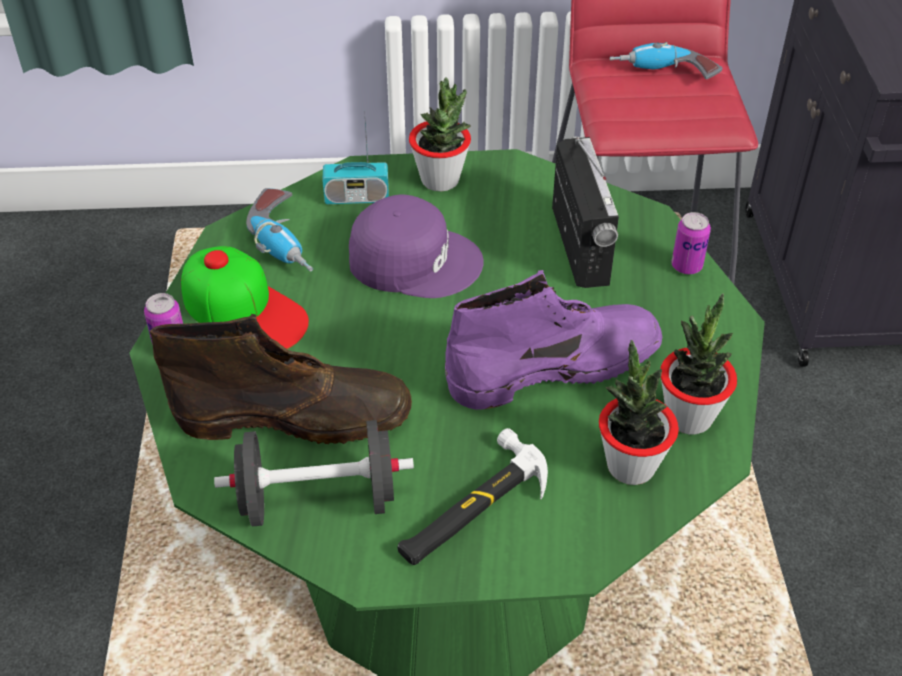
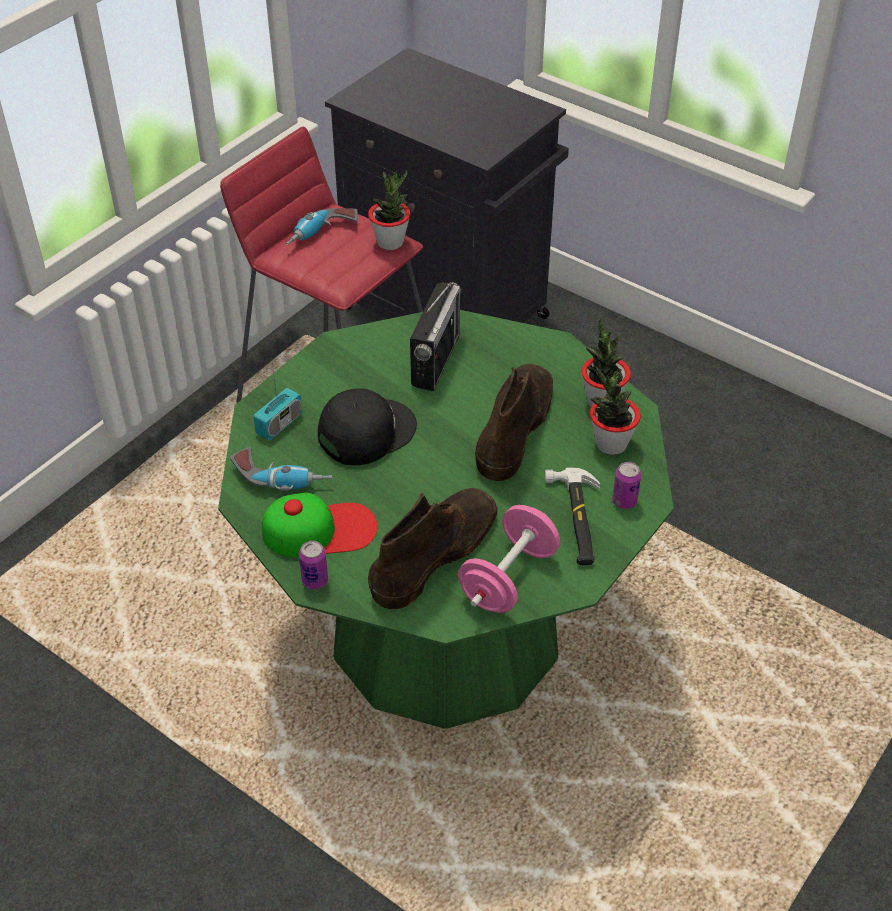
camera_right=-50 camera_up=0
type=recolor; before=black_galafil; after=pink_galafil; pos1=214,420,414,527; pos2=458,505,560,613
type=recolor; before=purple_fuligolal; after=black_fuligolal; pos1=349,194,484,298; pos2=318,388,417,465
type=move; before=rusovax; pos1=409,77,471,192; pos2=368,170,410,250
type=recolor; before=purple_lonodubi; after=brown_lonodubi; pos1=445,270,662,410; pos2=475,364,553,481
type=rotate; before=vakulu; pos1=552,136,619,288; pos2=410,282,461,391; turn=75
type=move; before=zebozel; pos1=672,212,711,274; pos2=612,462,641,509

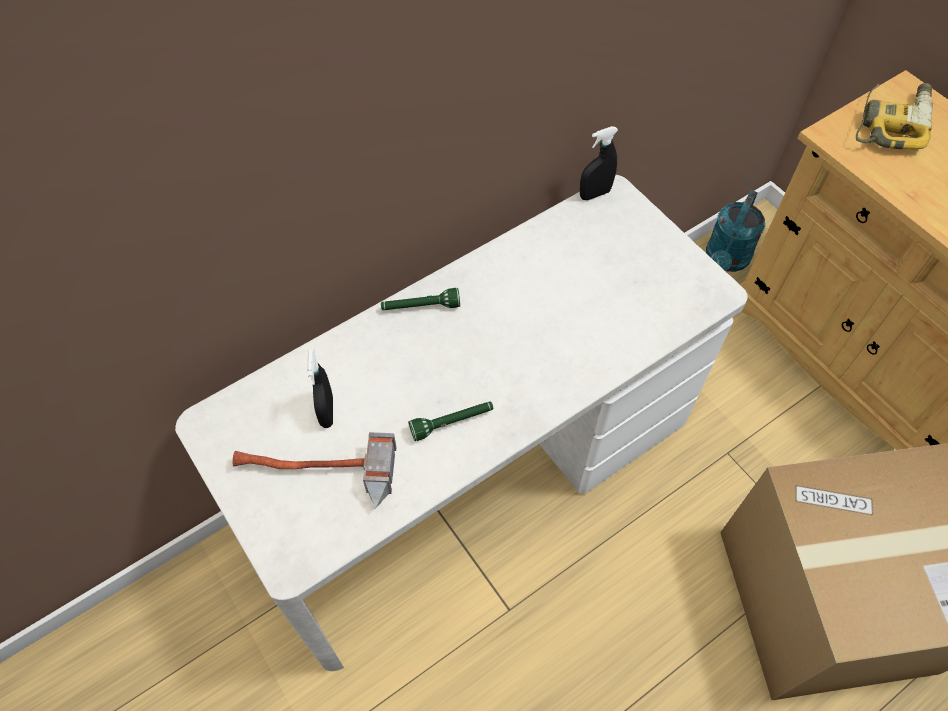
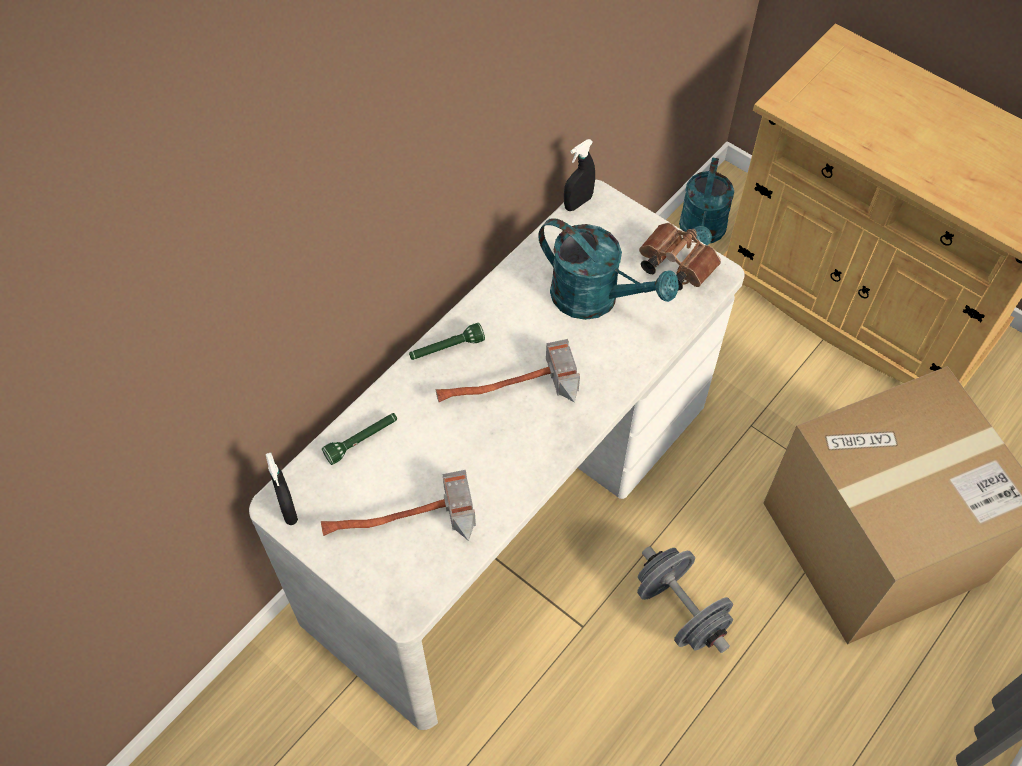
camera_right=-15 camera_up=0
type=move; before=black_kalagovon; pos1=307,349,333,428; pos2=266,453,298,525
type=move; before=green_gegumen; pos1=409,401,493,441; pos2=322,413,397,465
type=delete; before=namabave; pos1=856,83,933,150
type=insert; after=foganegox; pos2=436,339,580,403
type=insert; after=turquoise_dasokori; pos2=538,218,679,320
type=insert; after=grey_galafil; pos2=637,546,733,653
type=insert; after=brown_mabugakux; pos2=639,223,721,290

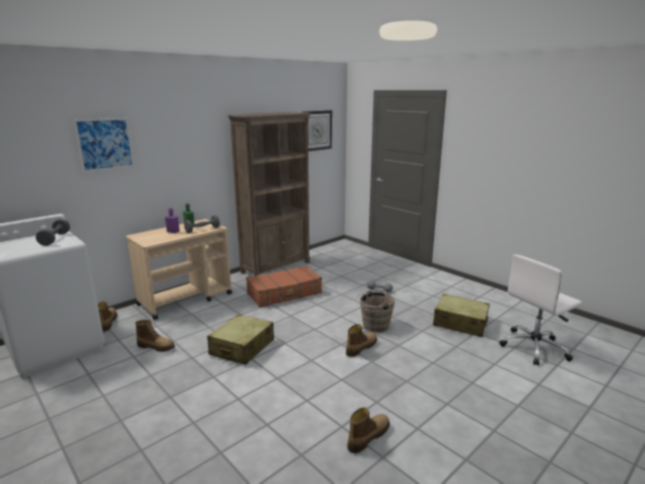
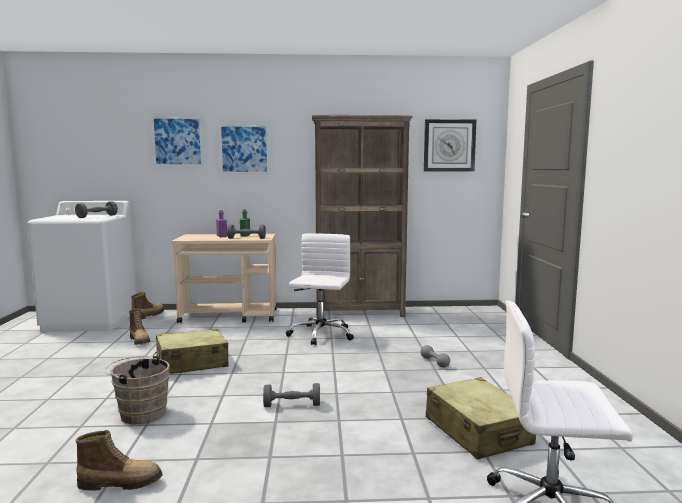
camera_right=40 camera_up=-10
type=replace; before=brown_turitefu; after=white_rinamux; pos1=246,265,322,307; pos2=286,233,354,345
type=replace; before=lonodubi; after=grey_galafil; pos1=346,324,377,357; pos2=263,383,320,407
type=move; before=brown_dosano; pos1=356,291,395,332; pos2=104,356,170,425
type=insert; after=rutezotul; pos2=220,125,269,173

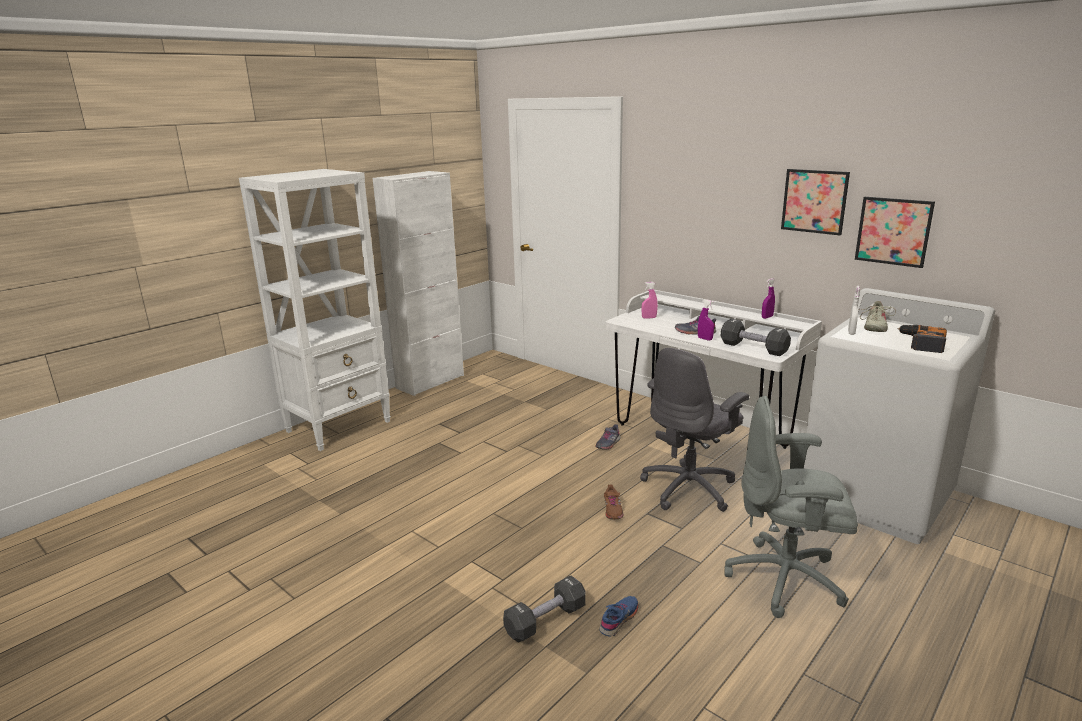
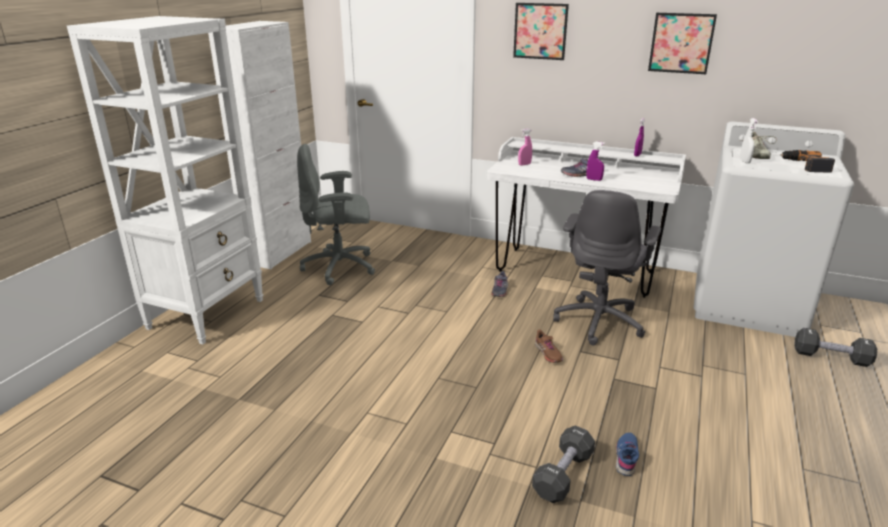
camera_right=-20 camera_up=5
type=move; before=black_galafil; pos1=721,319,791,356; pos2=794,328,877,367
type=move; before=grey_rinamux; pos1=724,396,858,618; pos2=297,144,375,285
type=move; before=rutezotul; pos1=855,197,935,268; pos2=513,3,569,60

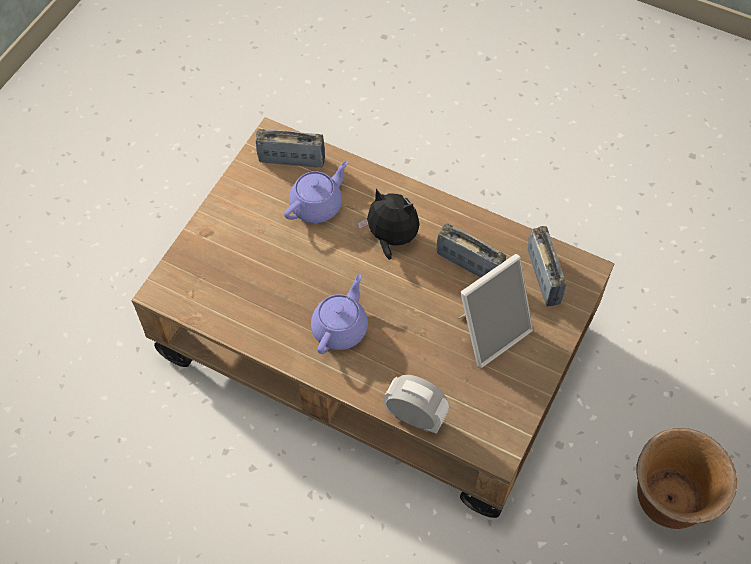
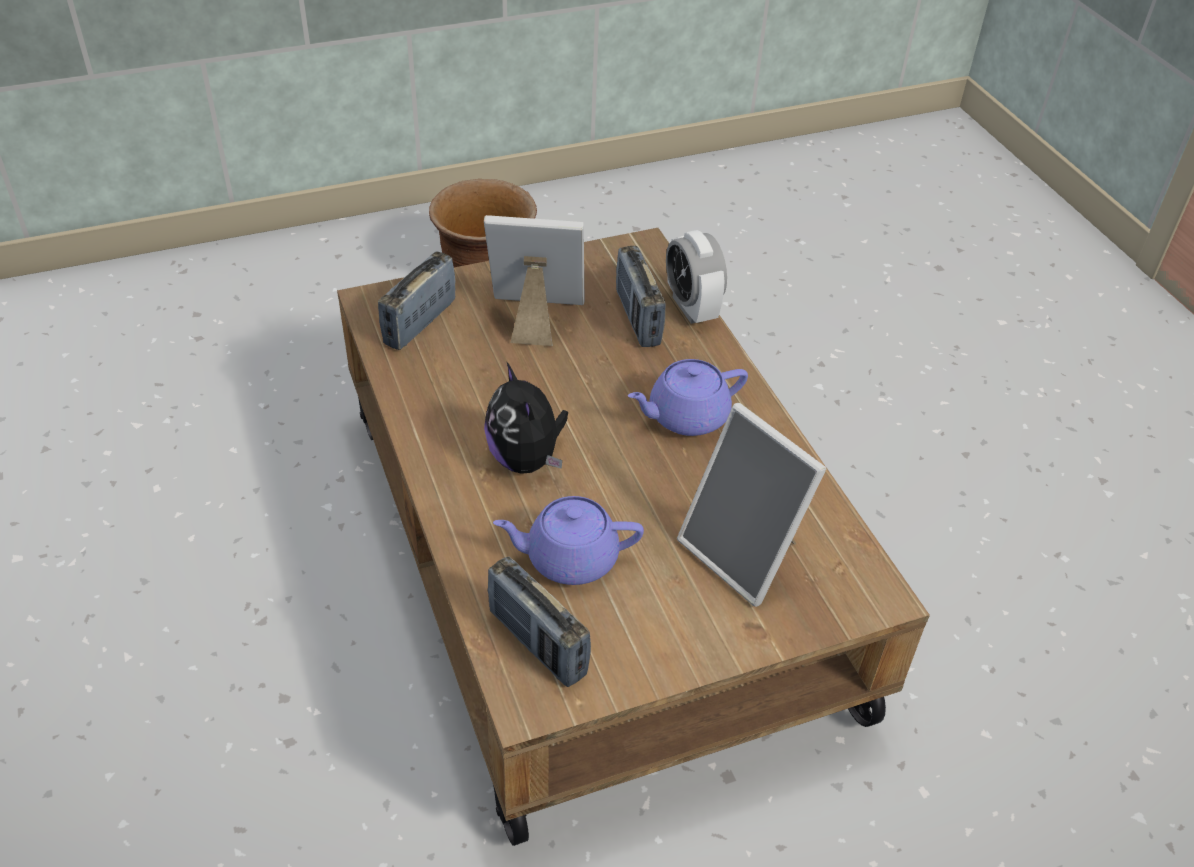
camera_right=-140 camera_up=-15
type=move; before=vakulu; pos1=437,223,506,278; pos2=616,246,666,347
type=insert; after=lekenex; pos2=677,403,826,607

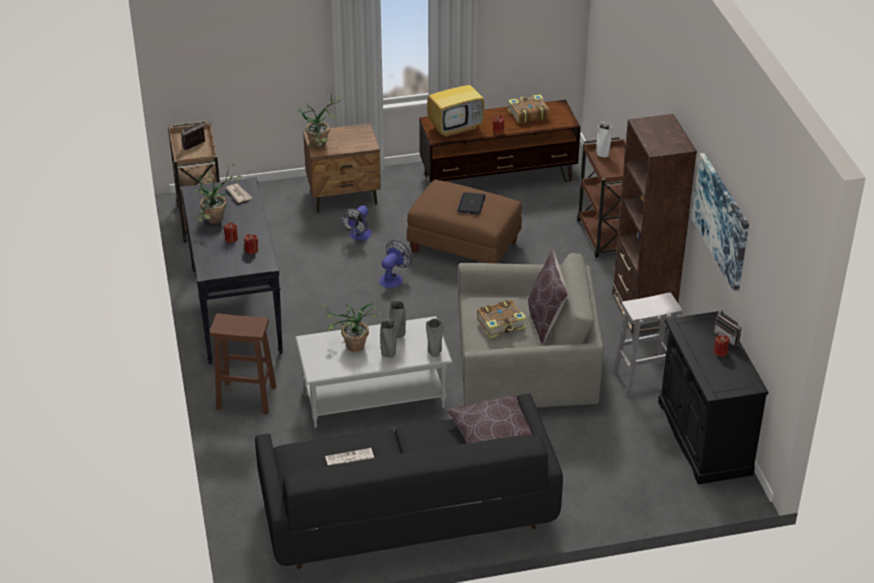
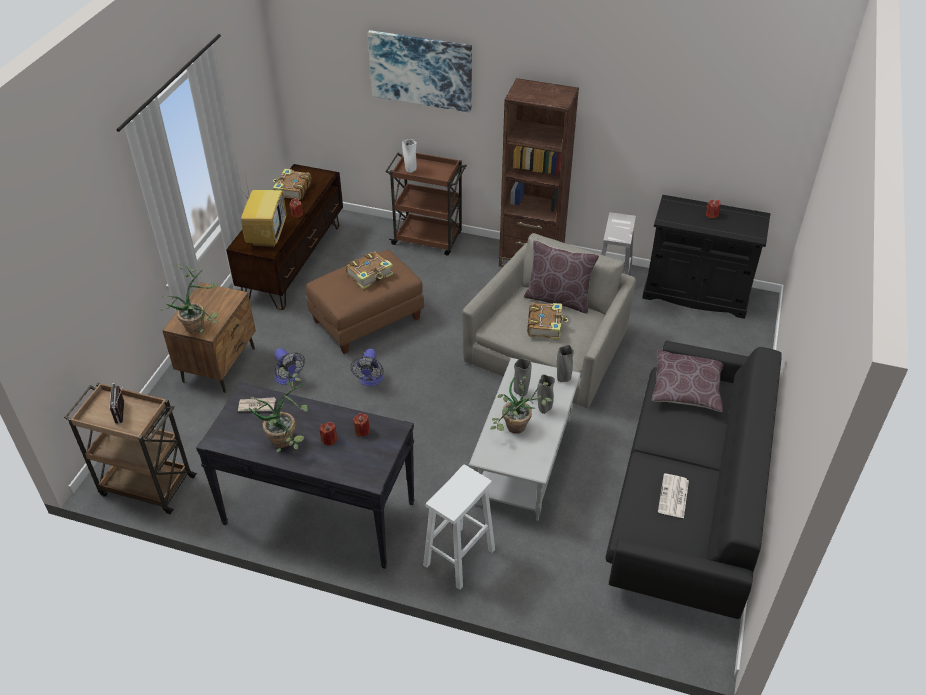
camera_right=-60 camera_up=5
type=recolor; before=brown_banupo; after=white_banupo; pos1=209,313,276,414; pos2=423,465,495,590
type=rotate; before=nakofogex; pos1=379,240,412,288; pos2=351,349,384,386; turn=-150
type=replace; before=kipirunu; after=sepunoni; pos1=457,192,486,215; pos2=346,251,393,289
type=move; before=rutezotul; pos1=692,153,749,292; pos2=368,30,472,113
type=delete; before=vakulu; pos1=714,306,741,346

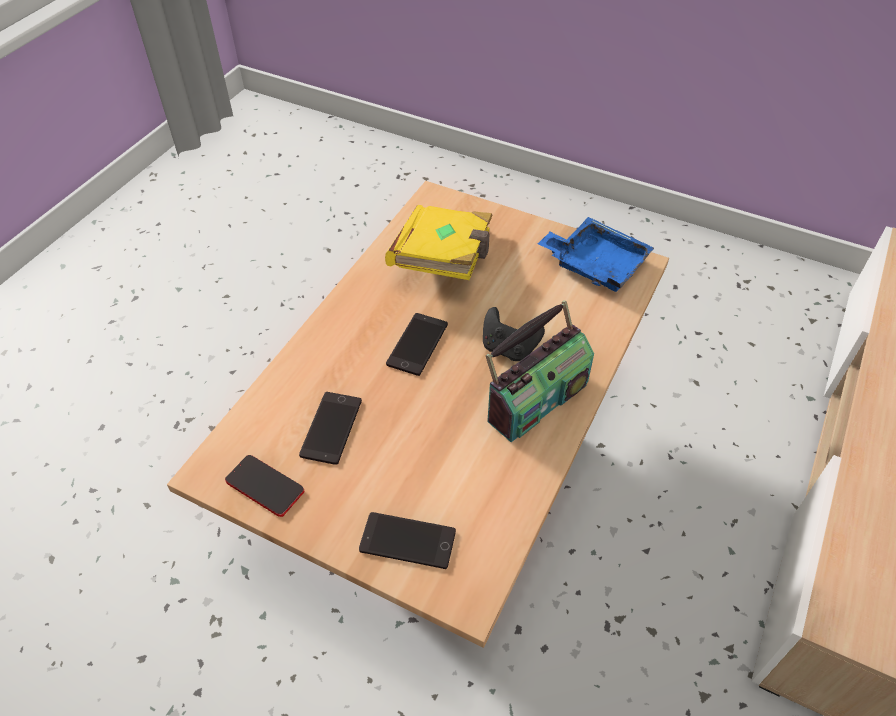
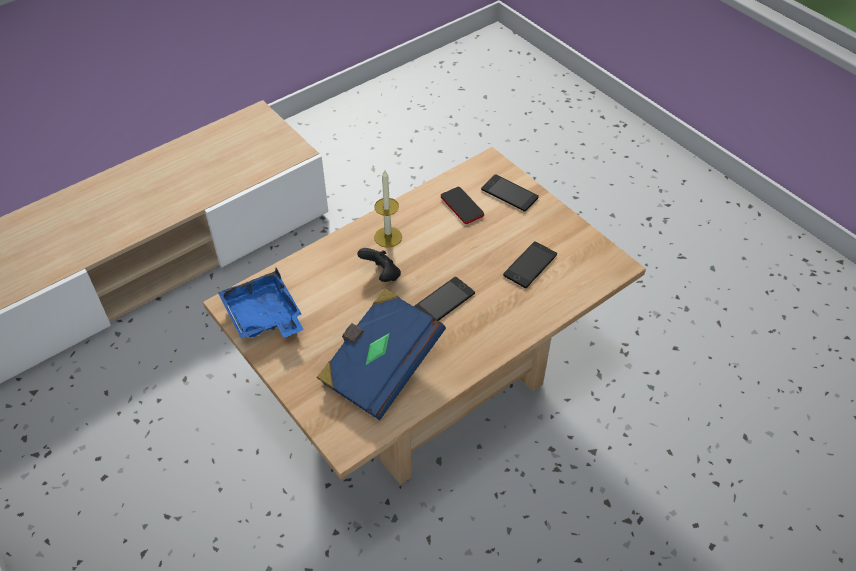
camera_right=-155 camera_up=0
type=move; before=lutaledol; pos1=225,455,305,517; pos2=441,187,484,224
type=recolor; before=yellow_sepunoni; after=blue_sepunoni; pos1=385,205,492,280; pos2=316,288,446,420
type=replace; before=vakulu; after=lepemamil; pos1=486,300,594,442; pos2=374,170,402,248

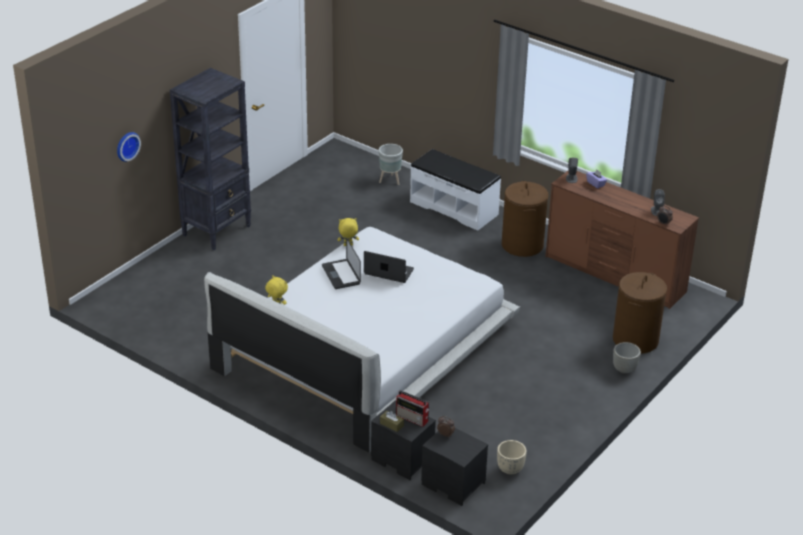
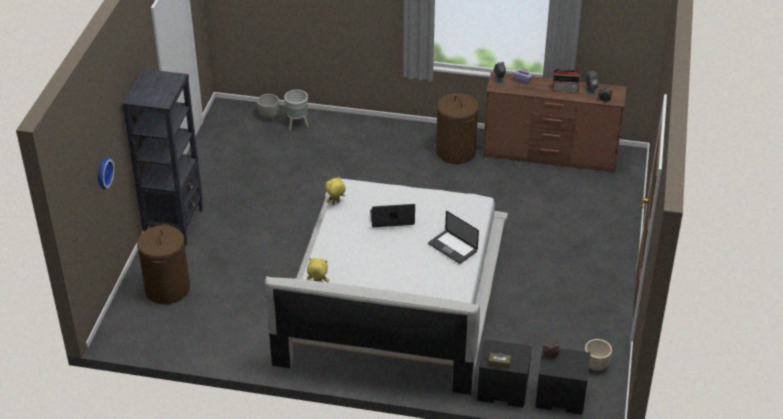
camera_right=-25 camera_up=5
type=move; before=kipirunu; pos1=322,238,361,289; pos2=428,211,479,264
type=move; before=vakulu; pos1=396,390,429,427; pos2=553,69,581,93
type=delete; before=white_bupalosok; pos1=410,149,501,231
type=move; before=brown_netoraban; pos1=613,272,667,354; pos2=137,224,190,304
type=move; before=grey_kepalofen; pos1=613,342,641,374; pos2=257,94,279,120

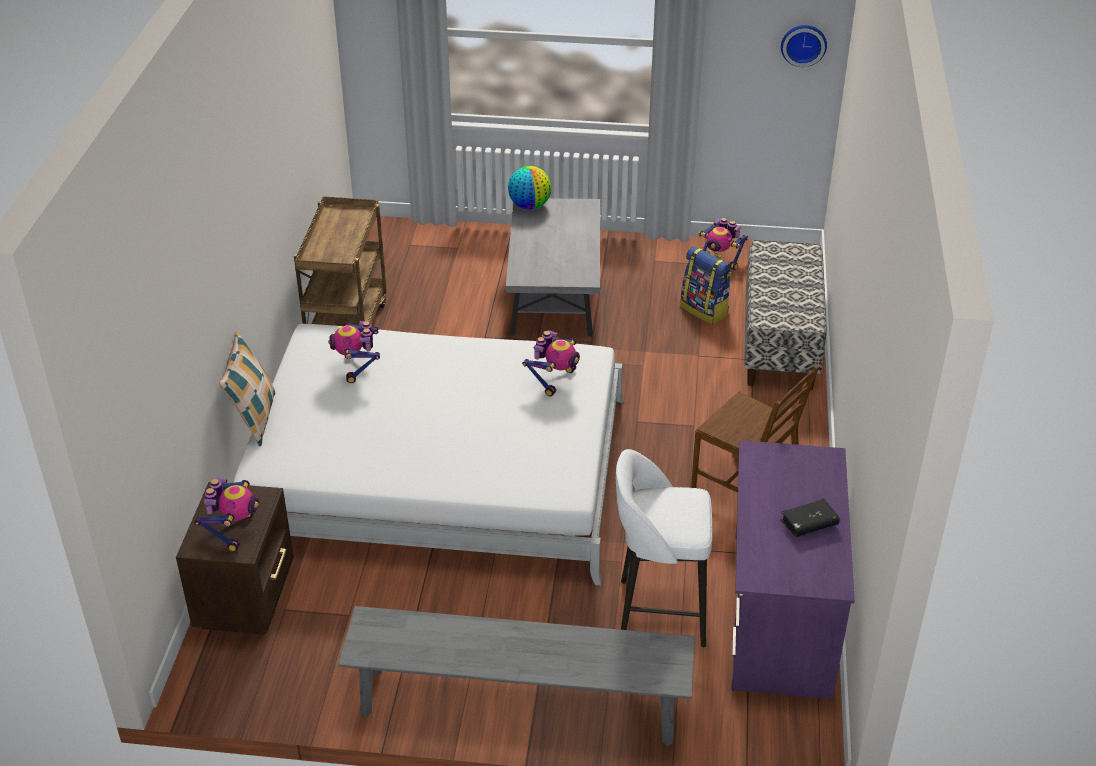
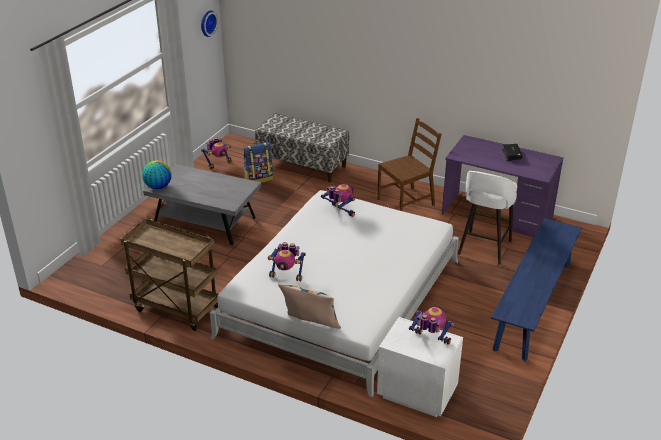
camera_right=-70 camera_up=-5
type=recolor; before=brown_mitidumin; after=white_mitidumin; pos1=176,482,294,635; pos2=377,317,463,417
type=recolor; before=grey_bupalosok; after=blue_bupalosok; pos1=338,606,695,746; pos2=491,218,582,361

